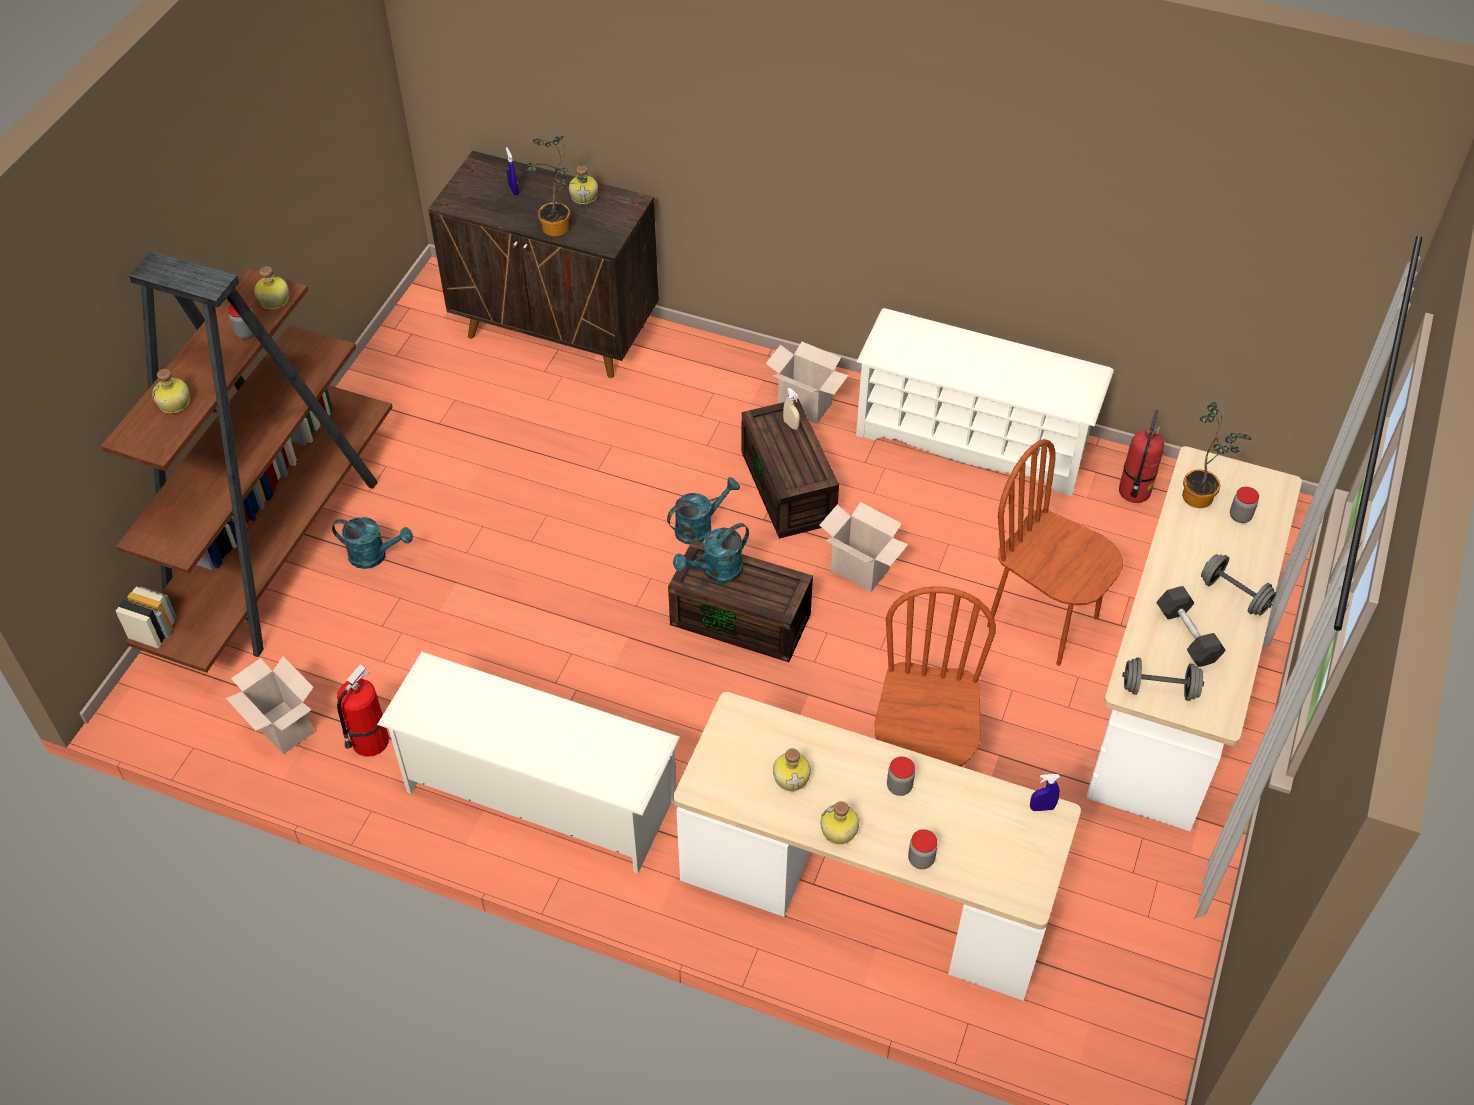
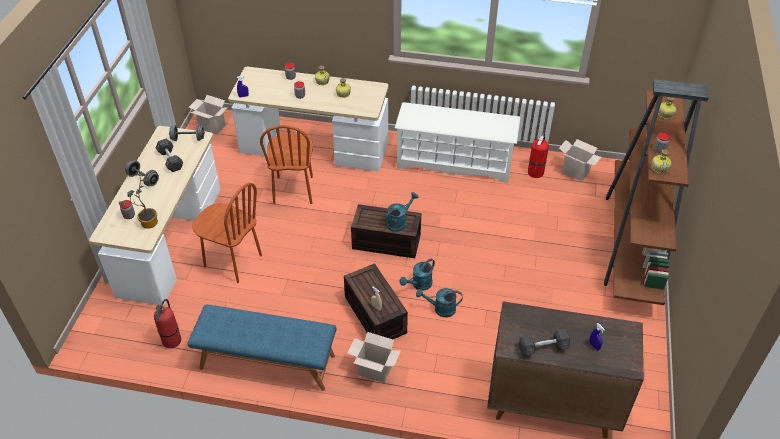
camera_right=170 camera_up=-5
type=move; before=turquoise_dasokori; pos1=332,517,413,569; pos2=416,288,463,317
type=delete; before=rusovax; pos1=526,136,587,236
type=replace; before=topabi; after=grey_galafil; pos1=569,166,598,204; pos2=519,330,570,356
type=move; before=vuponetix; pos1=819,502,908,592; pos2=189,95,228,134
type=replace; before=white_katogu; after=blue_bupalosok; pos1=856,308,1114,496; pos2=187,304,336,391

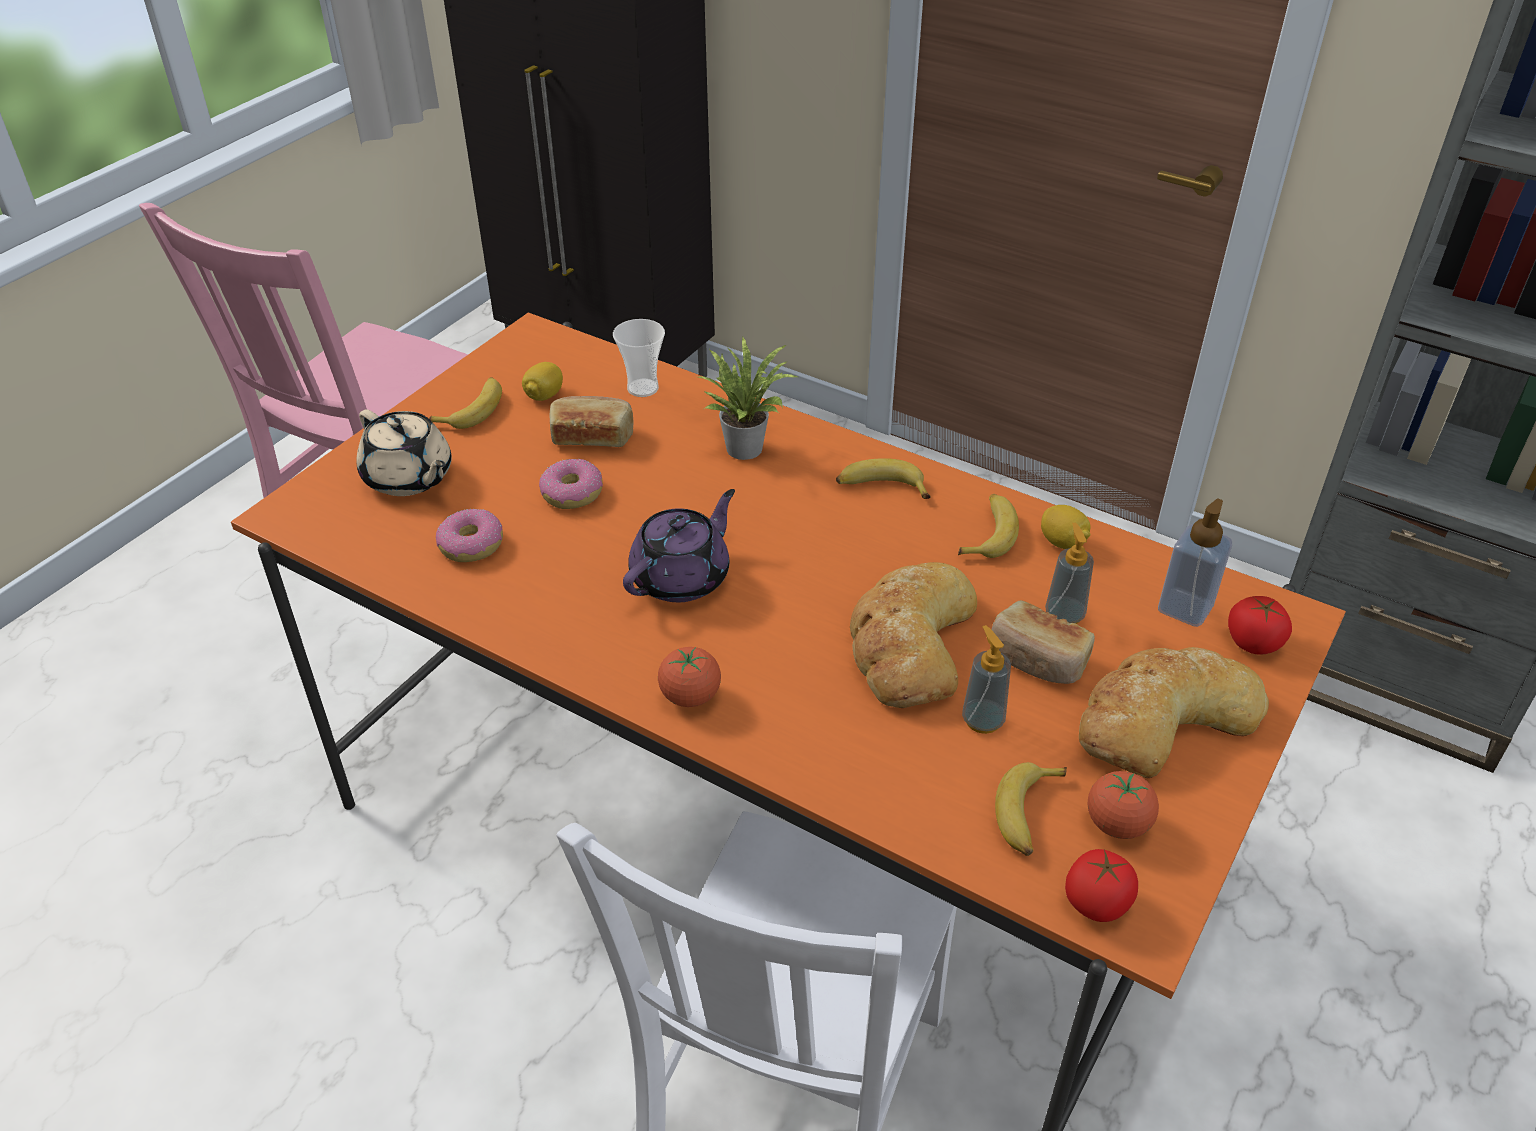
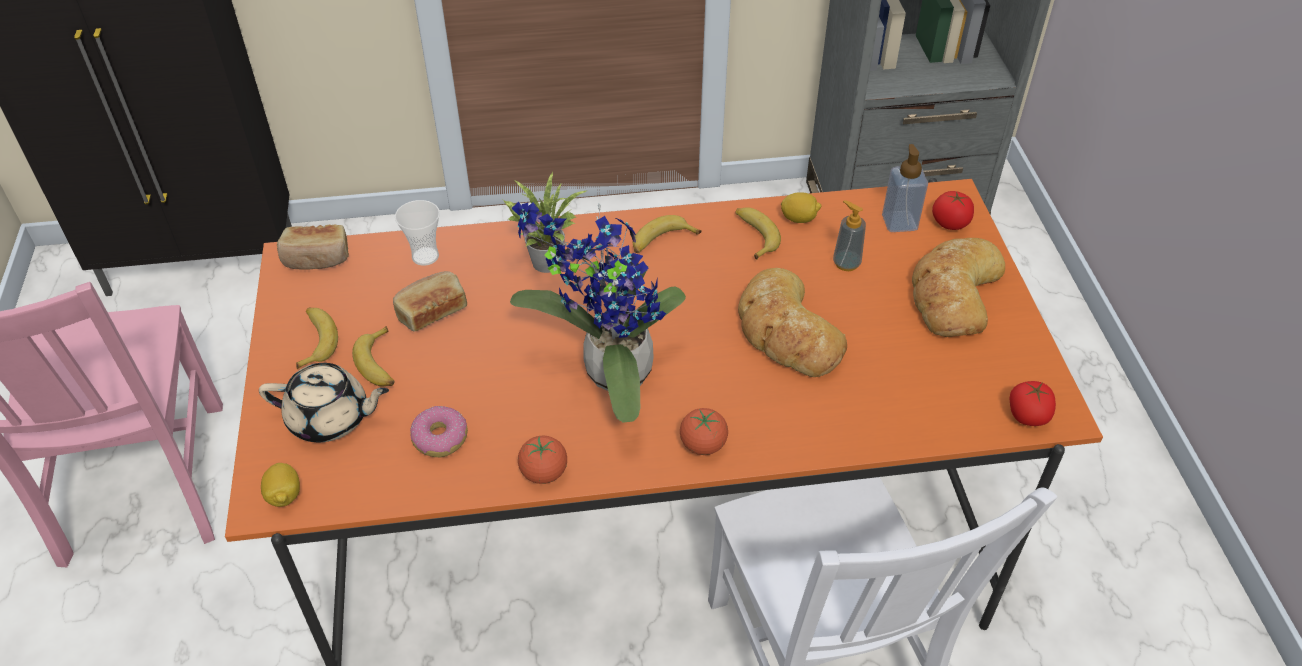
camera_right=-40 camera_up=5
type=move; before=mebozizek; pos1=522,362,563,401; pos2=261,463,300,507
type=delete; before=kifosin; pos1=539,459,603,509
type=replace; before=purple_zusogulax; after=rusovax; pos1=623,489,735,602; pos2=510,202,686,423
type=delete; before=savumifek; pos1=962,625,1011,734
type=move; before=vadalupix; pos1=991,600,1095,684; pos2=277,225,349,270
type=move; before=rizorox; pos1=995,762,1067,856; pos2=352,326,395,386
type=move; before=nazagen; pos1=1088,771,1159,839; pos2=518,436,567,484

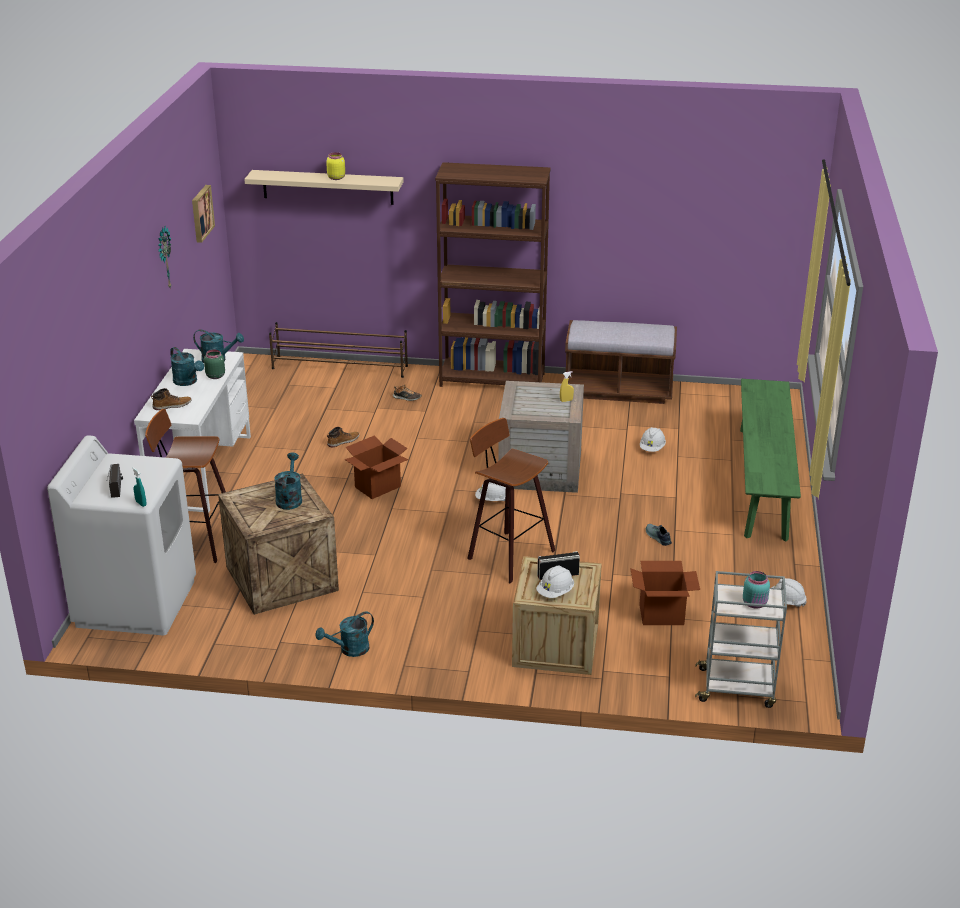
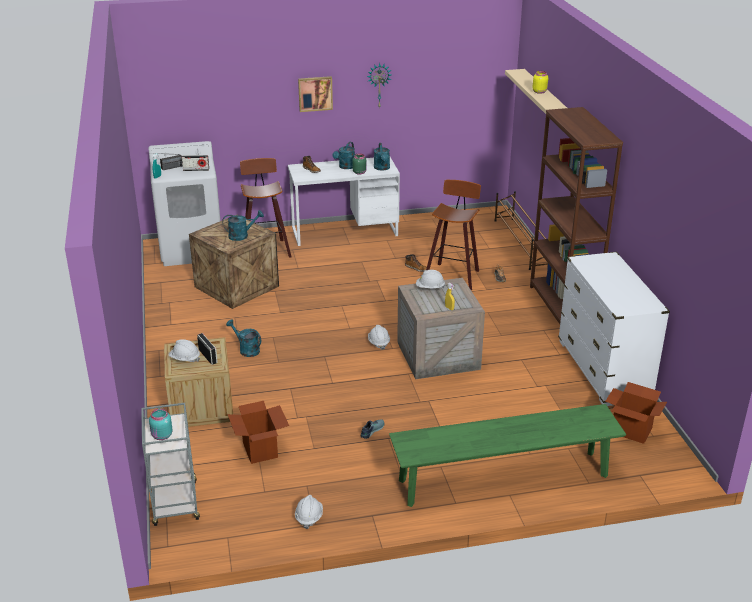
camera_right=70 camera_up=0
type=move; before=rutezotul; pos1=192,185,215,243; pos2=298,76,333,112
type=move; before=turquoise_dasokori; pos1=315,611,374,657; pos2=226,319,261,357
type=move; before=vuponetix; pos1=345,435,408,499; pos2=605,382,667,444
type=move; before=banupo; pos1=467,418,555,583; pos2=426,180,481,290
type=replace; before=brown_bupalosok; after=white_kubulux; pos1=565,320,677,404; pos2=558,252,670,406
type=move; before=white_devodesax; pos1=640,427,666,452; pos2=416,270,445,289
type=insert; after=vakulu; pos2=182,155,209,171

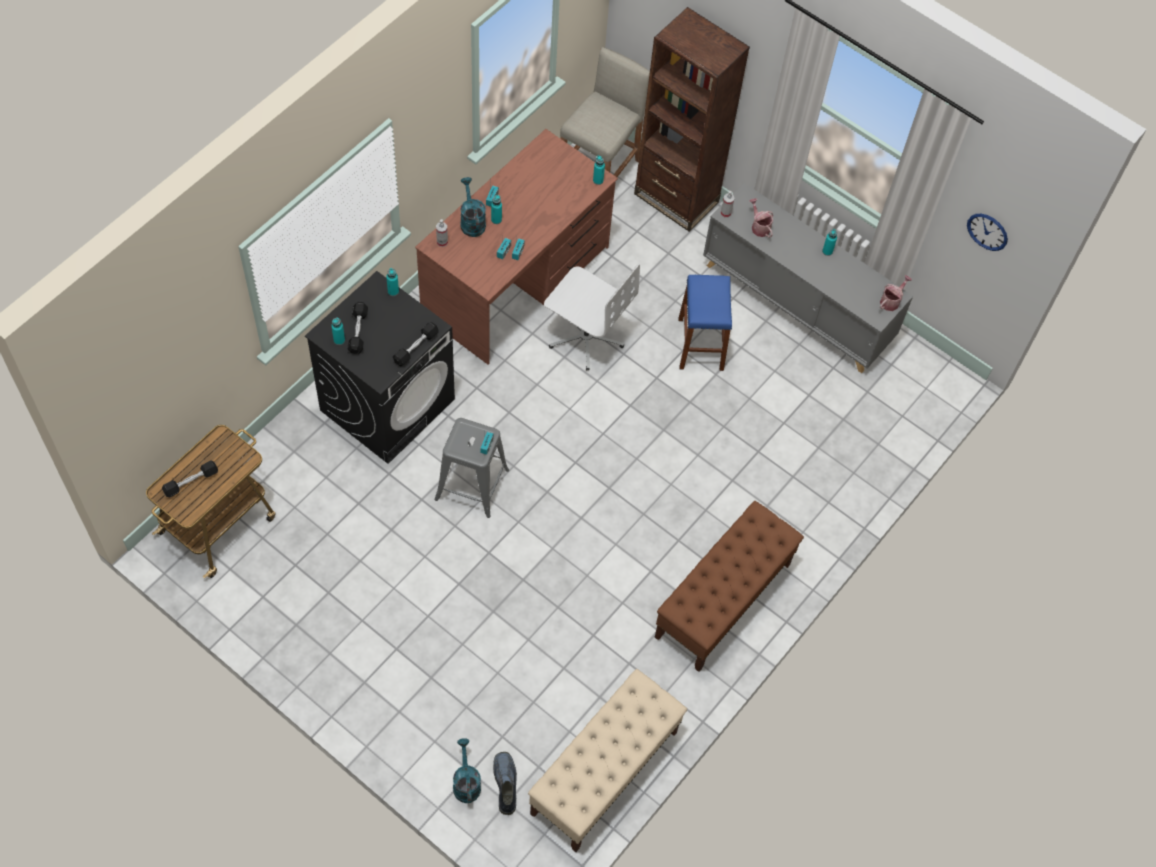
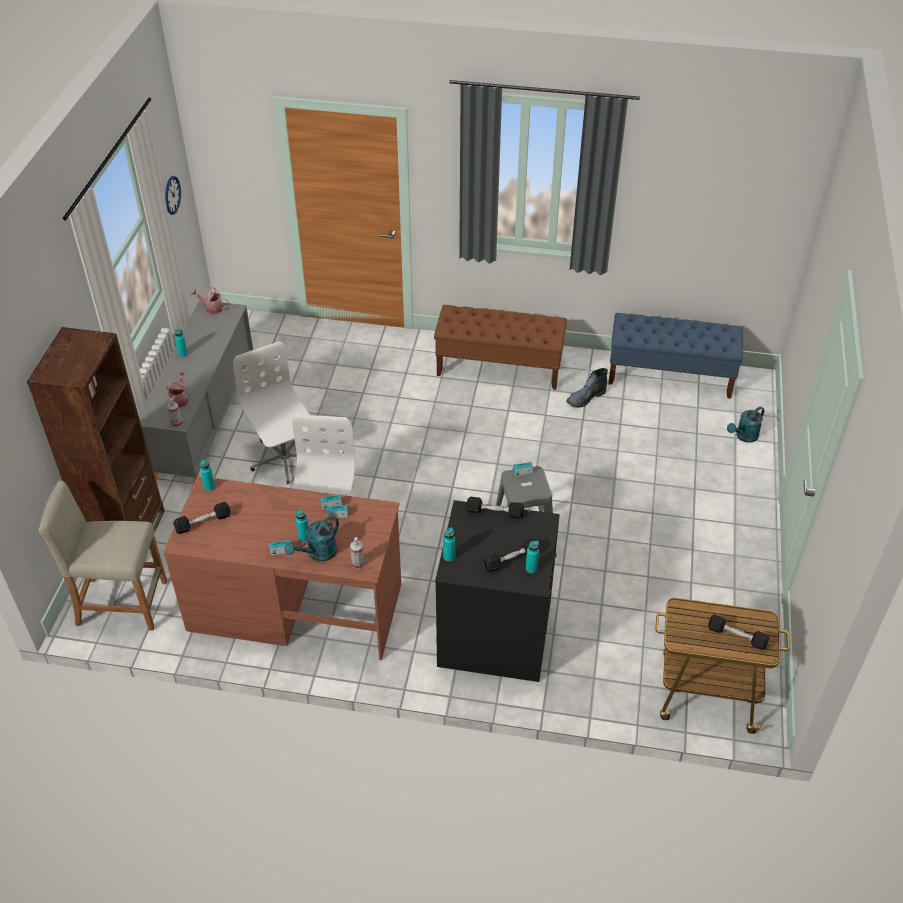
camera_right=-115 camera_up=-15
type=move; before=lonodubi; pos1=493,752,517,815; pos2=566,368,608,408
type=recolor; before=beige_bupalosok; after=blue_bupalosok; pos1=528,669,687,852; pos2=608,313,743,399
type=replace; before=blue_banupo; after=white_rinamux; pos1=678,275,732,371; pos2=233,341,310,484
type=rotate; before=dasokori; pos1=749,199,773,238; pos2=166,372,188,408; turn=150
type=insert; after=black_galafil; pos2=173,502,231,534

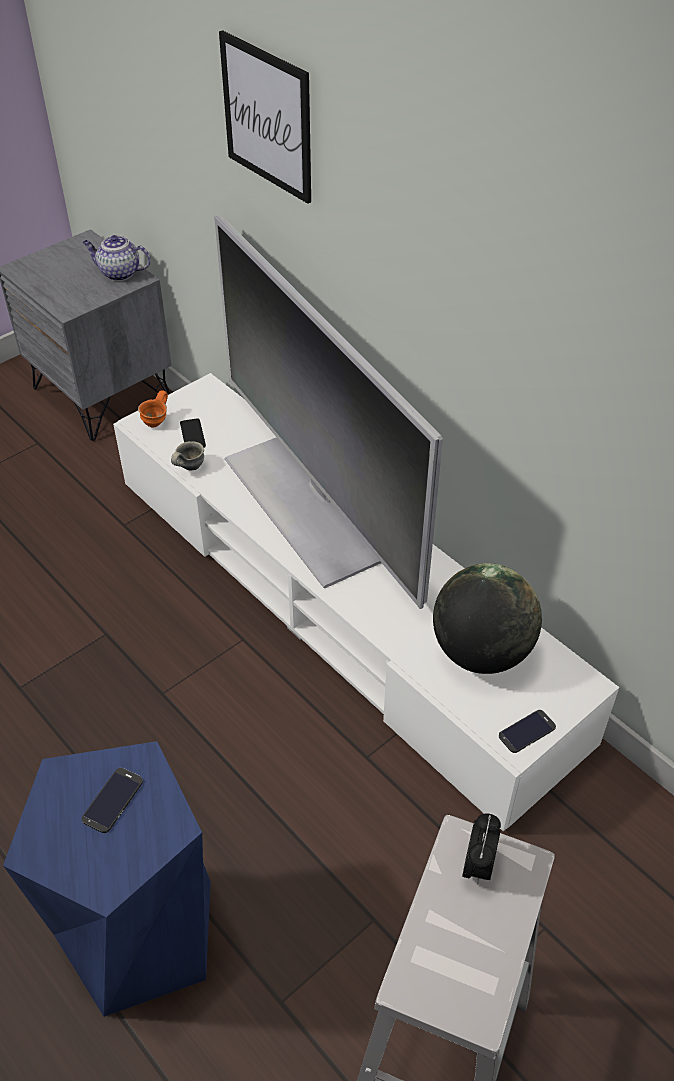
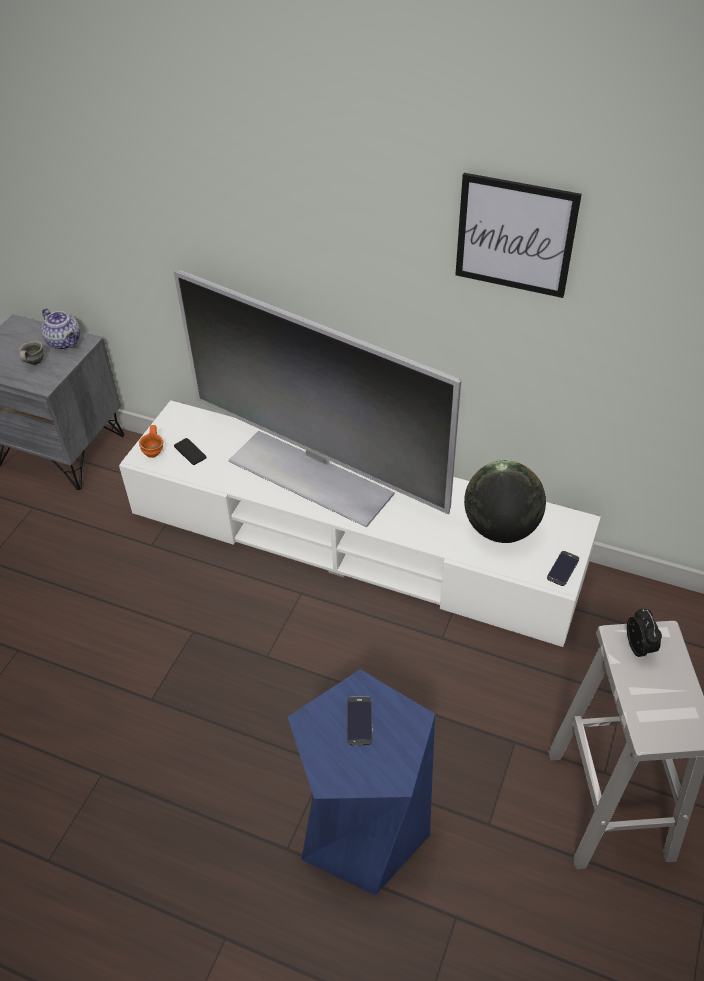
camera_right=-25 camera_up=0
type=rotate; before=zusogulax; pos1=82,235,151,281; pos2=41,308,80,350; turn=-120
type=move; before=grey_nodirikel; pos1=171,441,204,471; pos2=19,341,44,365
type=move; before=rutezotul; pos1=219,30,311,204; pos2=455,173,582,298

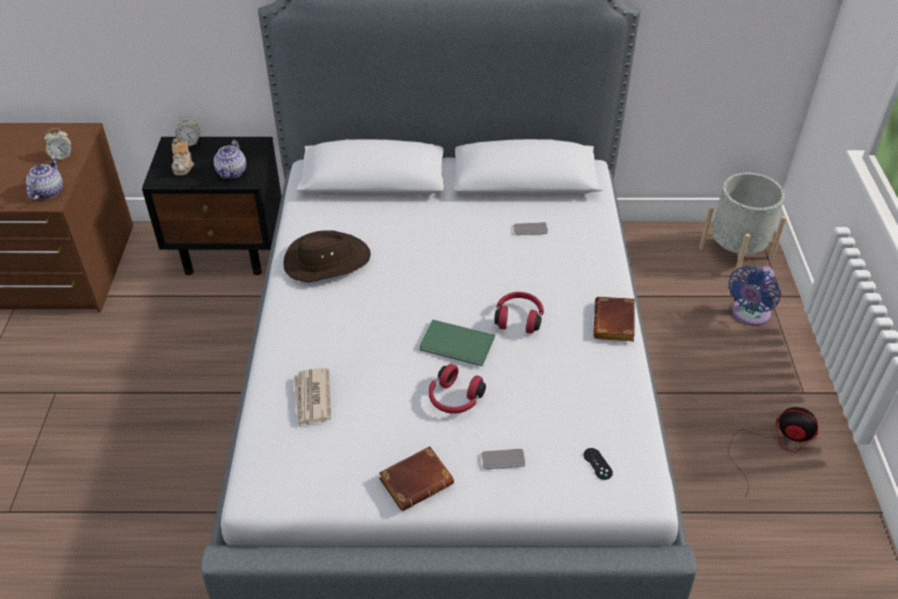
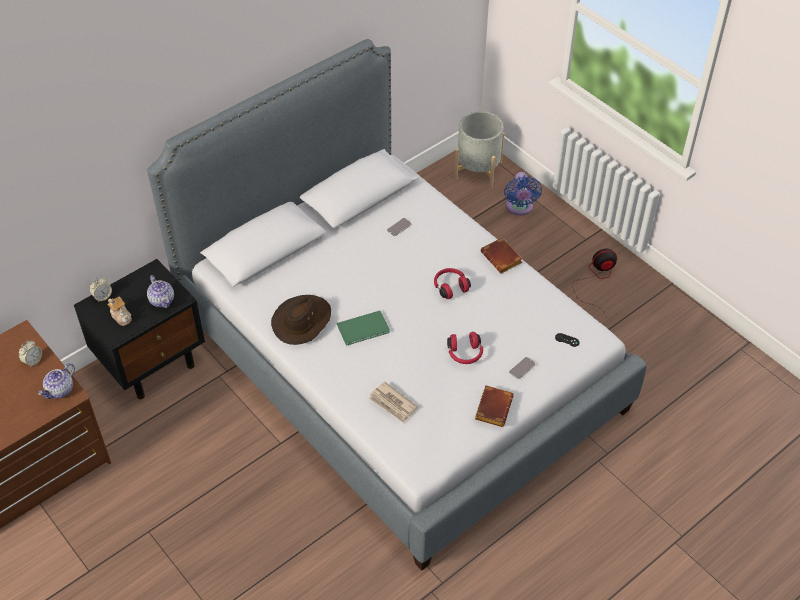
camera_right=-40 camera_up=5
type=rotate; before=zusogulax; pos1=26,156,63,200; pos2=38,363,75,399; turn=-120
type=move; before=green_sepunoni; pos1=420,320,495,366; pos2=337,311,390,345

